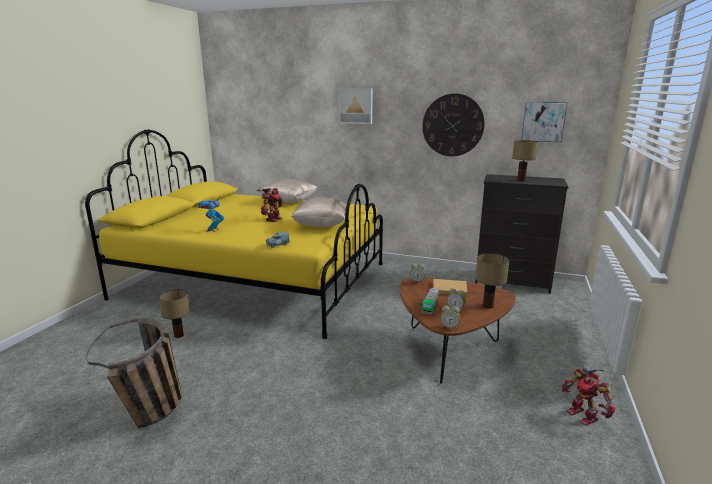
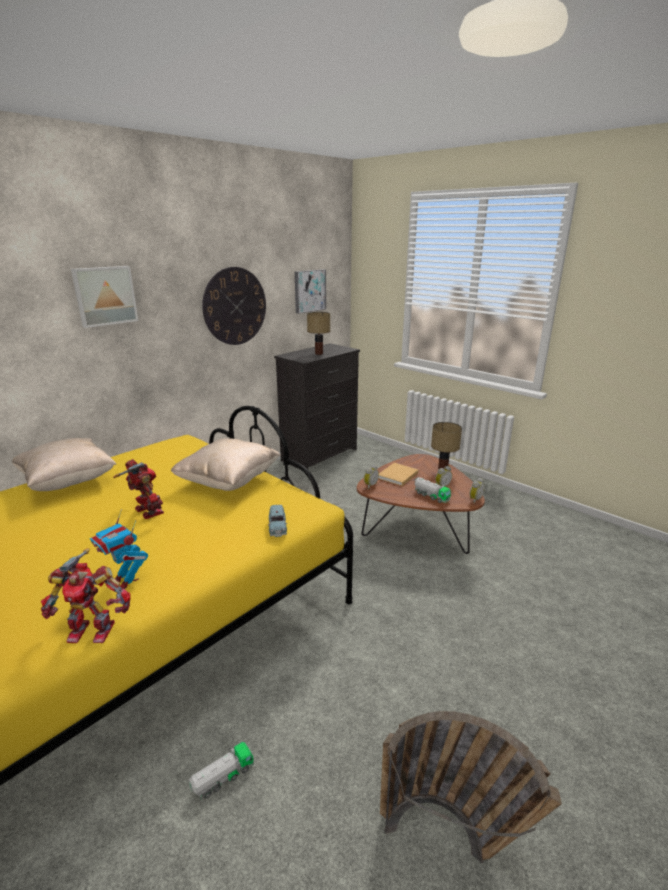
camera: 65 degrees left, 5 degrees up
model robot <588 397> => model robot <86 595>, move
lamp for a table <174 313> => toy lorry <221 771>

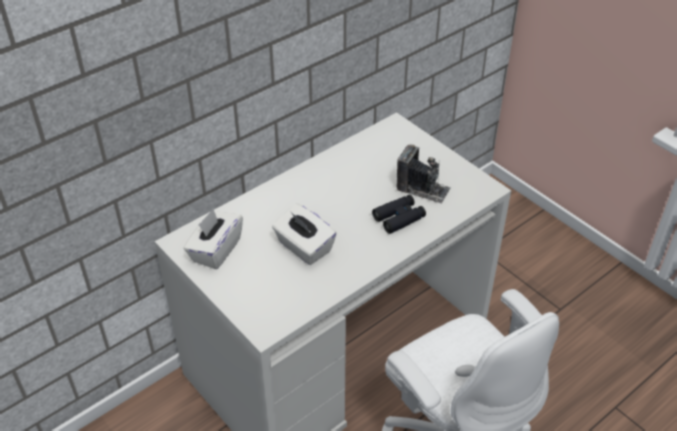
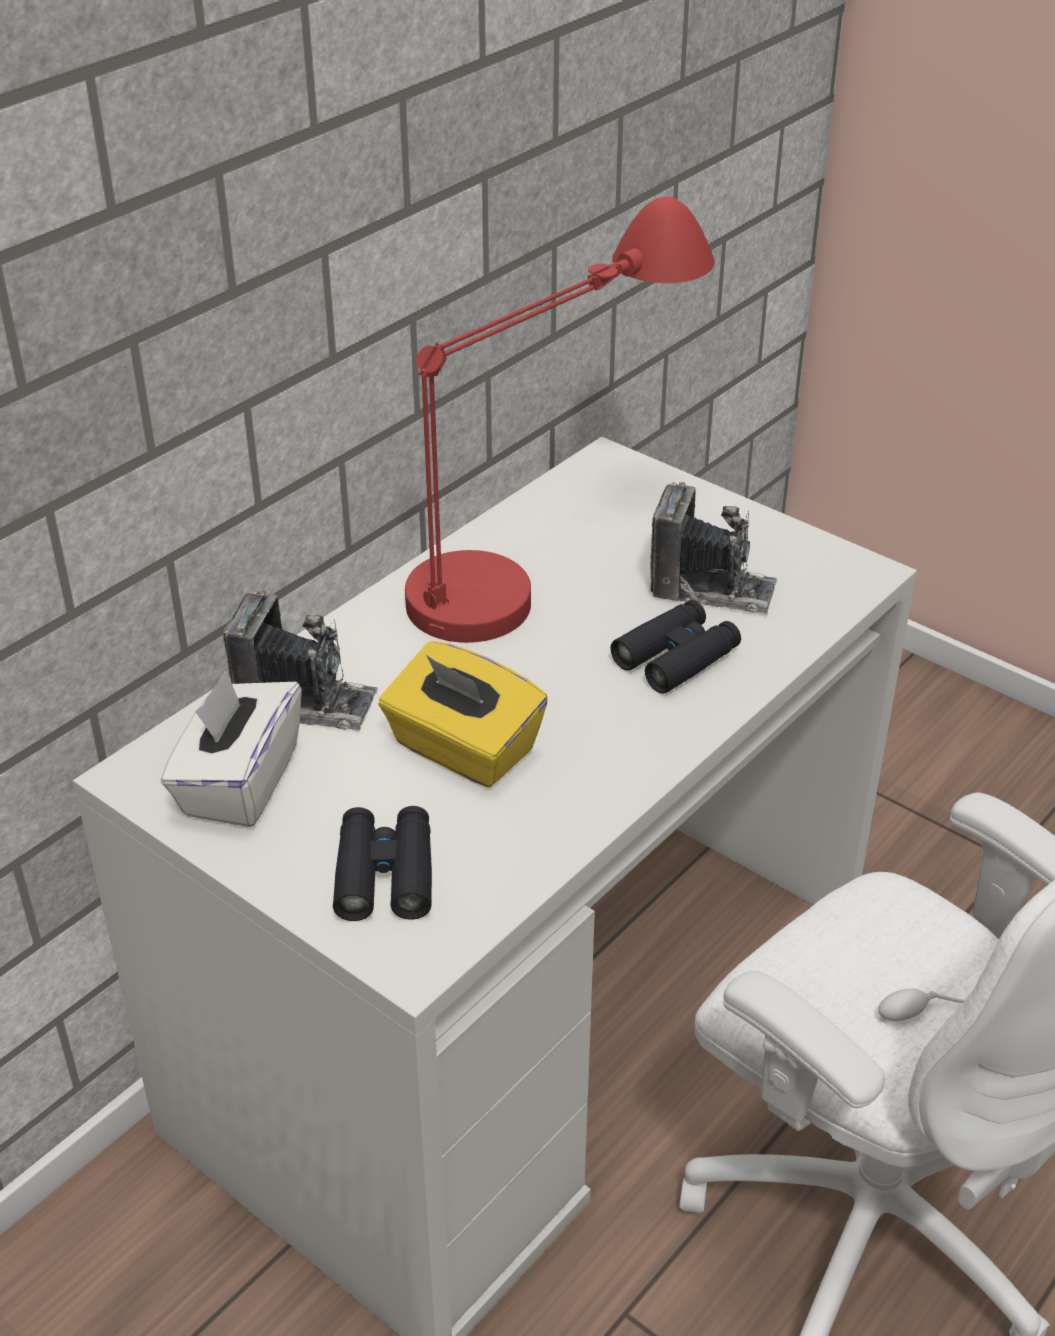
camera: 10 degrees left, 5 degrees down
nothing => photo camera <300 661>
nothing => black-coloured binoculars <382 863>
white box of tissues <304 234> => yellow-coloured box of tissues <463 714>
nothing => red lamp for a table <560 420>

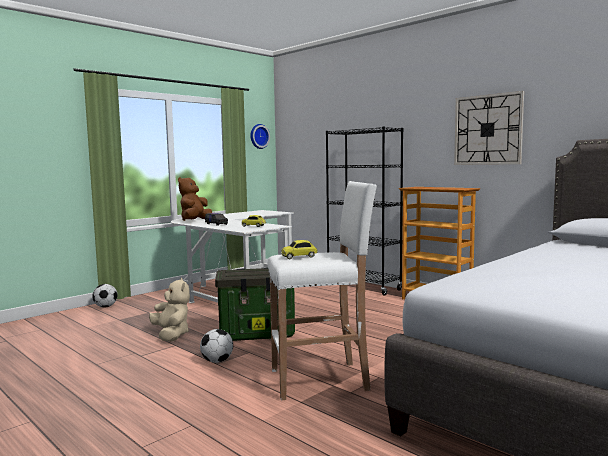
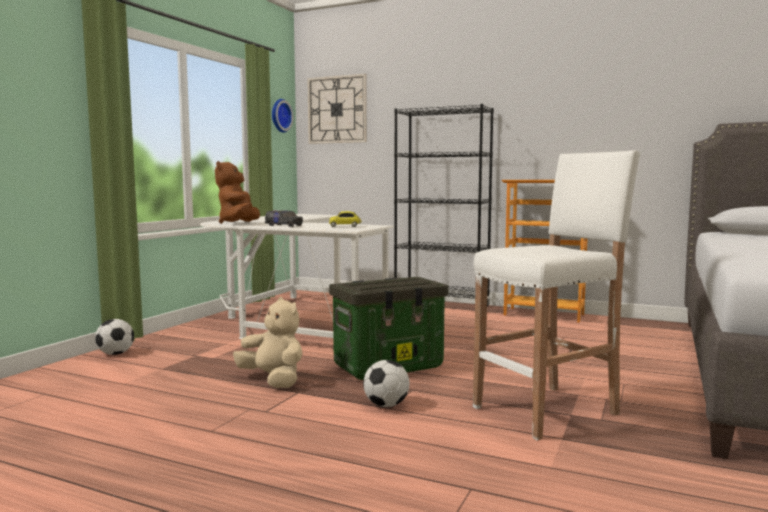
camera: 20 degrees left, 0 degrees up
wall clock <489 128> => wall clock <337 109>, move
miniature car <299 249> => nothing

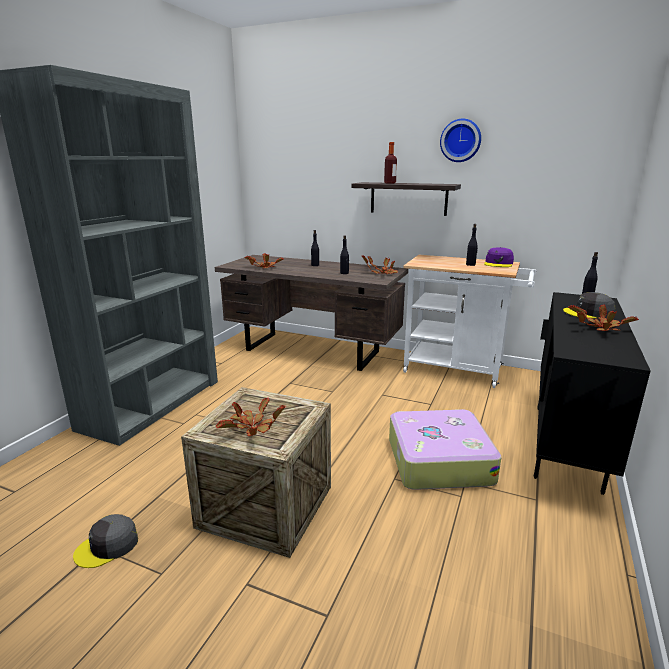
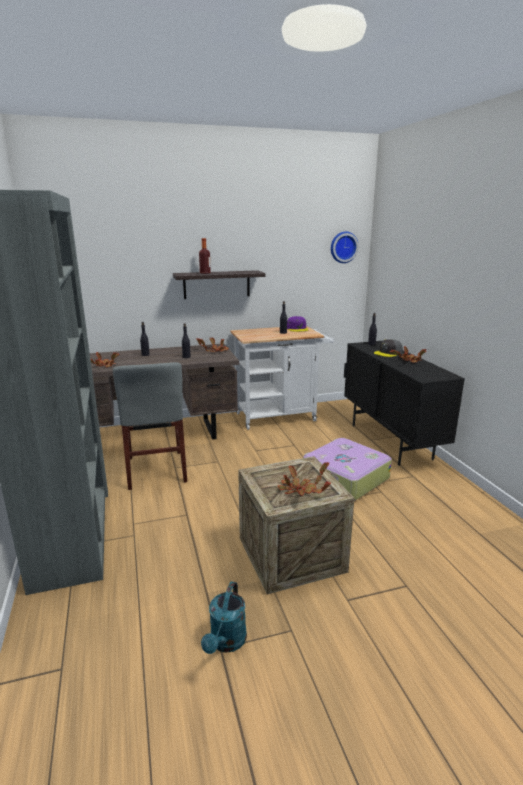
camera: 40 degrees left, 0 degrees up
nothing => grey chair <150 426>
grey peaked cap <105 541> => turquoise-coloured sprinkling can <224 617>
wall clock <460 140> => wall clock <345 247>, move

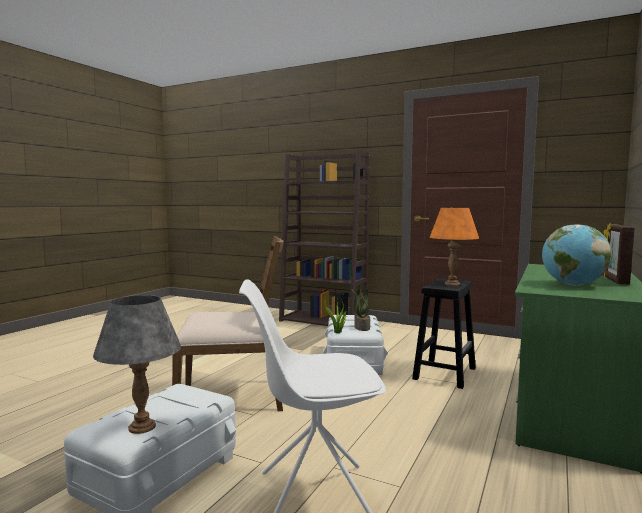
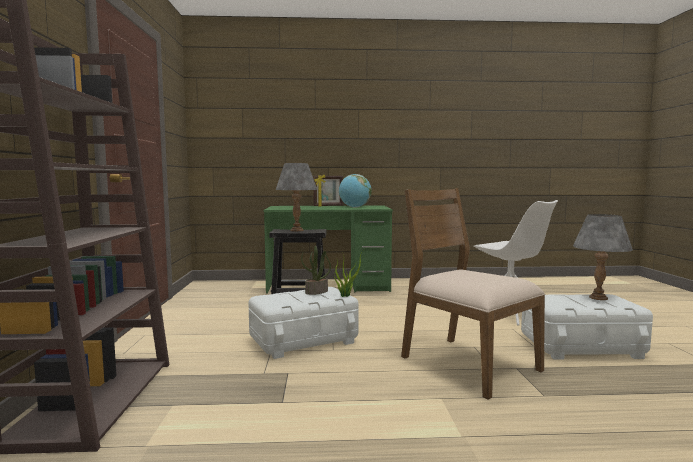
camera: 120 degrees left, 0 degrees up
orange-coloured lamp for a table <454 247> => grey lamp for a table <296 197>

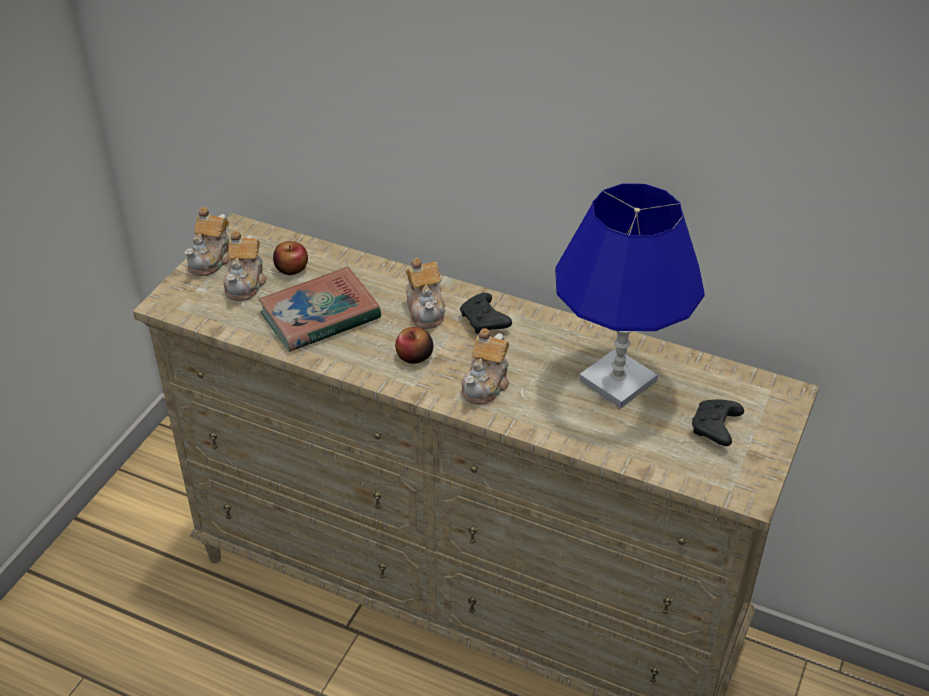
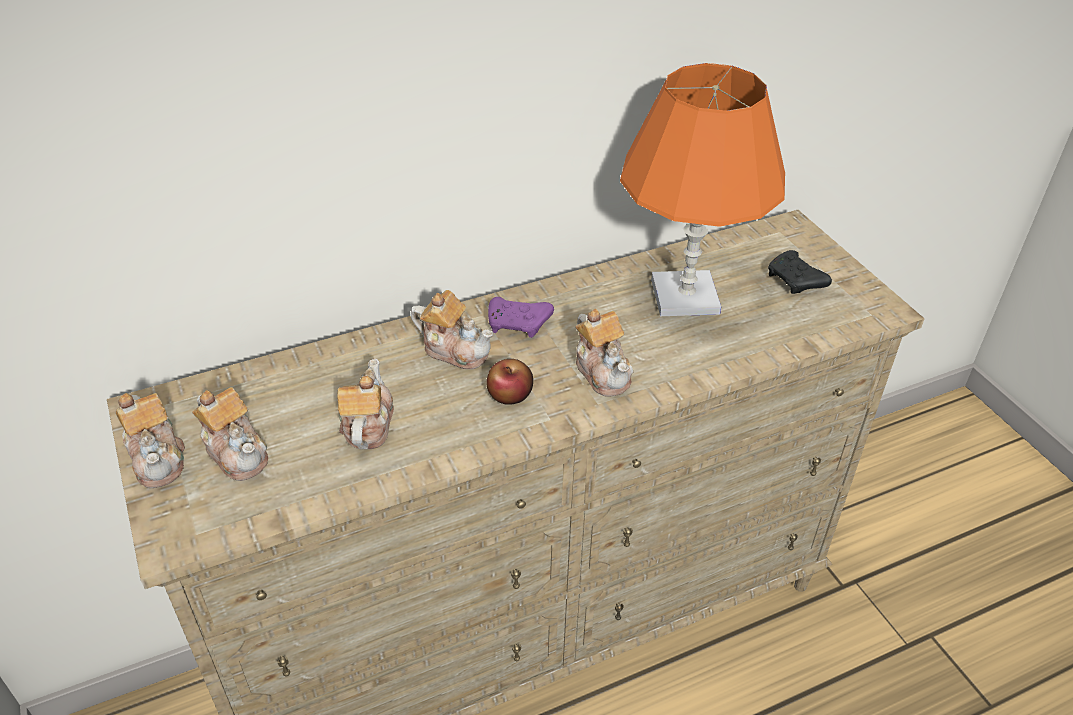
camera: 50 degrees left, 0 degrees up
bound book <320 309> => pot for tea <365 404>
black-coloured game controller <486 313> => purplish game controller <521 317>
bluish lamp for a table <630 295> => orange-coloured lamp for a table <702 189>
whole apple <290 258> => nothing

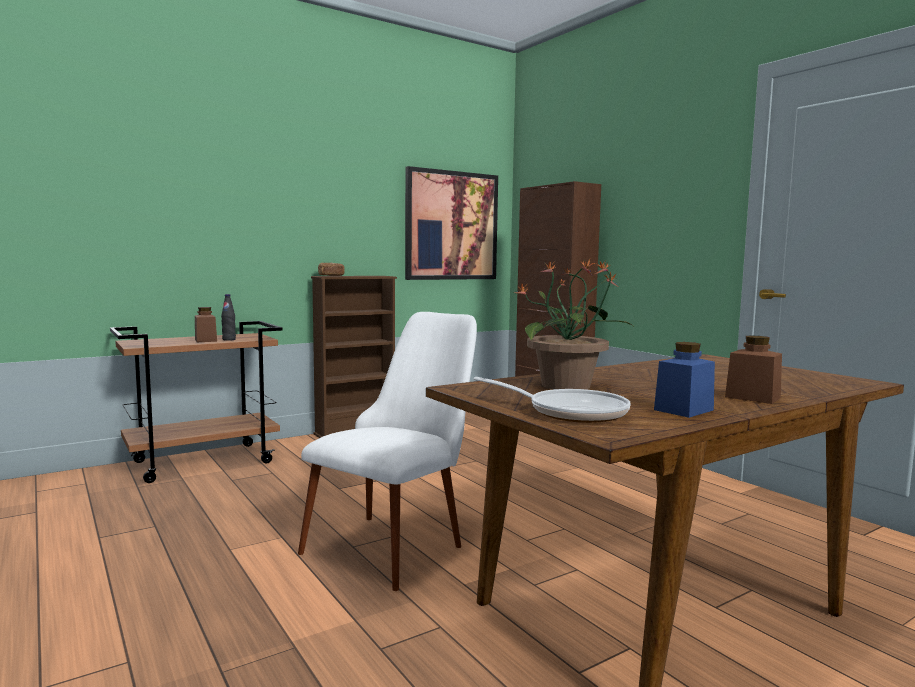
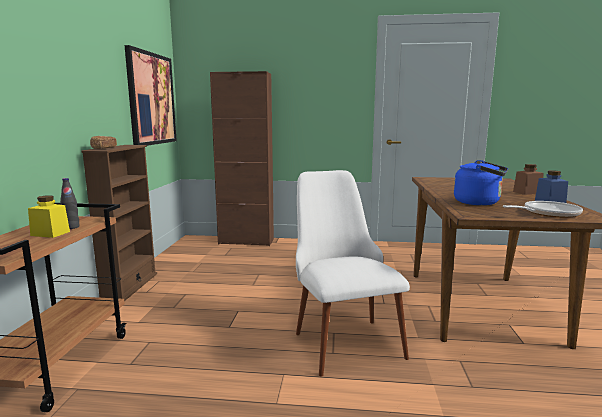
camera: 50 degrees left, 5 degrees up
brown preserve jar <206 324> => yellow-coloured preserve jar <49 216>
plant in a pot <574 324> => bluish water kettle <481 182>

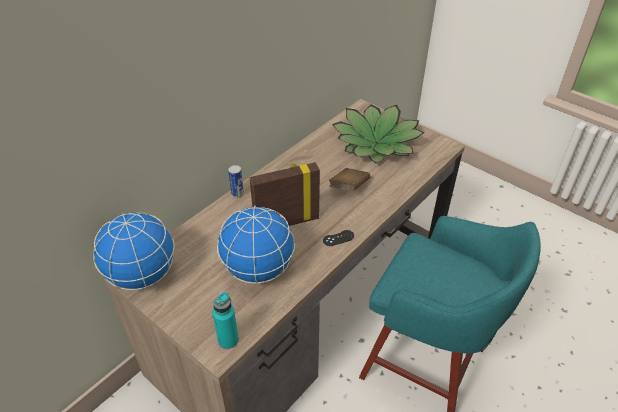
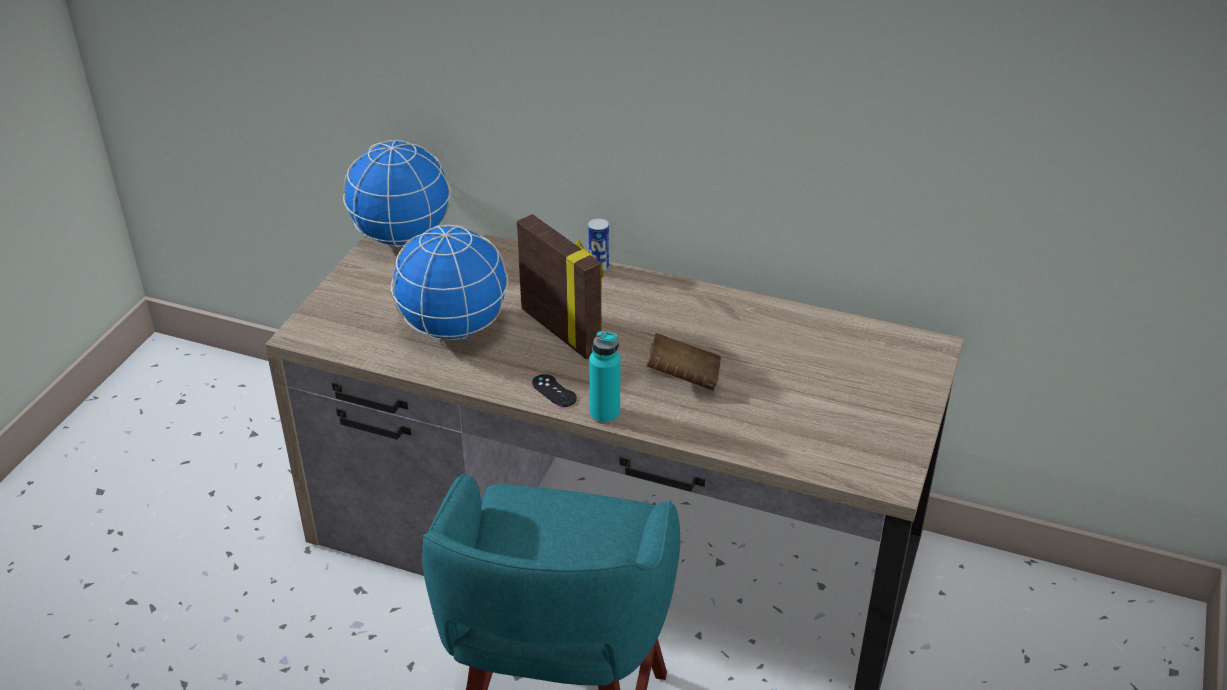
camera: 70 degrees right, 5 degrees down
turquoise-coloured beverage bottle <225 320> => turquoise-coloured beverage bottle <604 377>, move
plant in a pot <378 134> => nothing

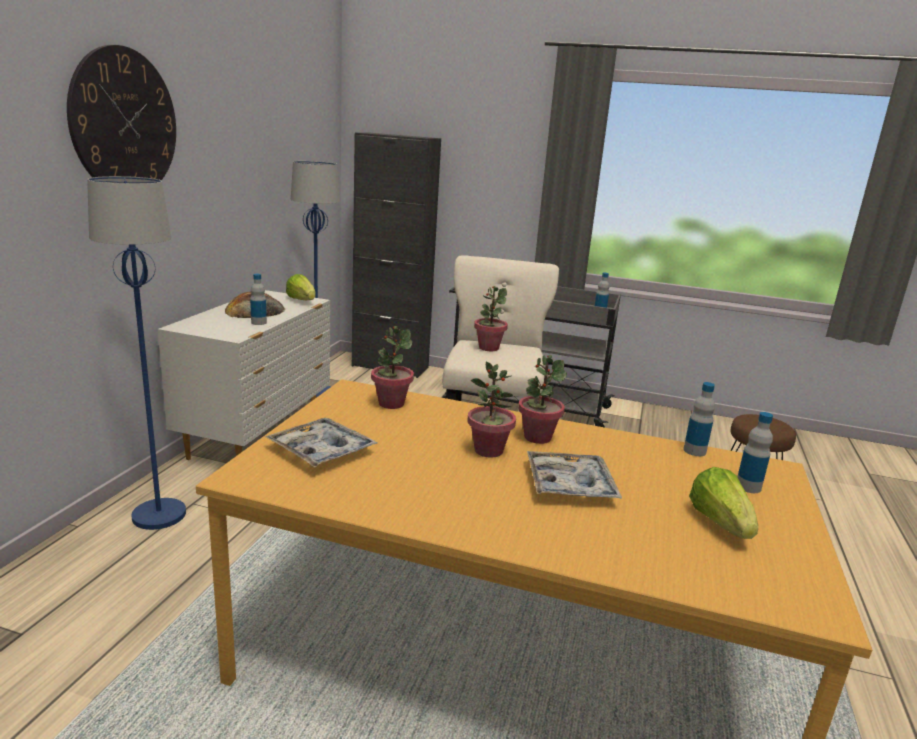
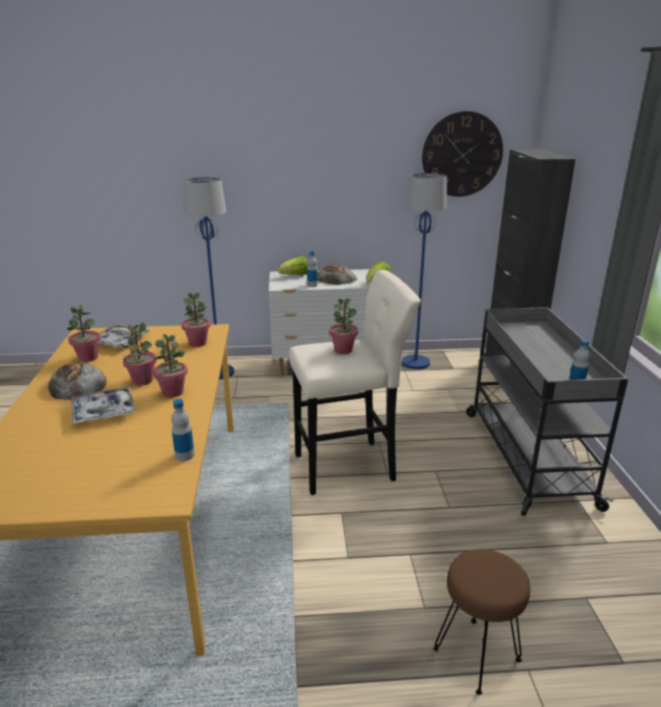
camera: 70 degrees right, 5 degrees up
nothing => bread <77 381>
nothing => plant in a pot <84 332>
lettuce <724 503> => lettuce <293 265>, move
wall clock <121 112> => wall clock <462 154>, move
beverage bottle <755 452> => nothing

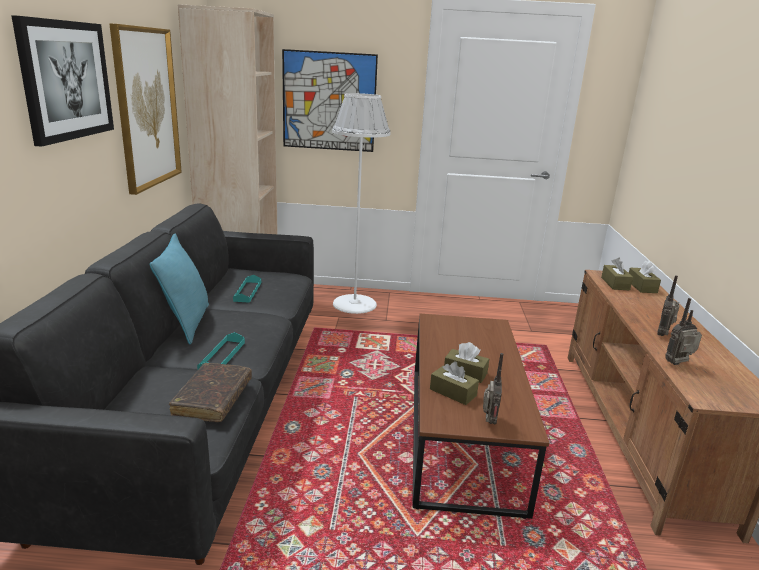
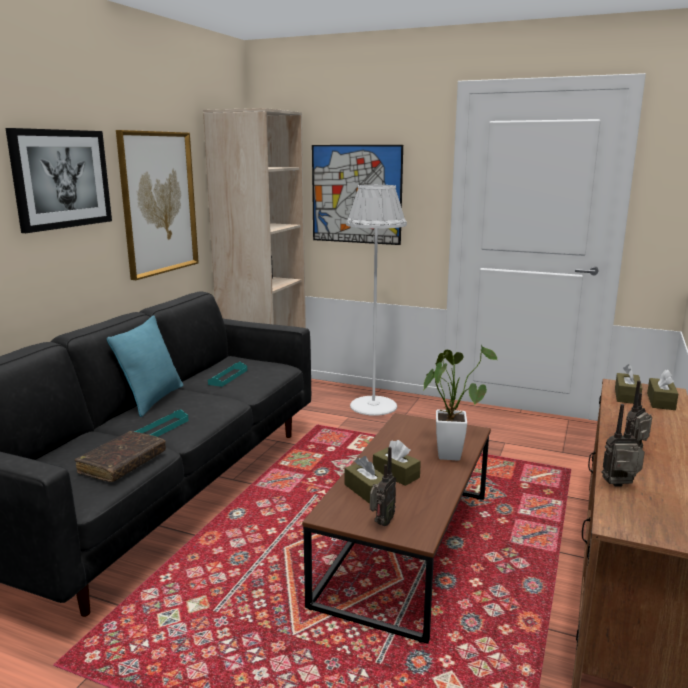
camera: 20 degrees right, 5 degrees down
nothing => plant in a pot <460 403>

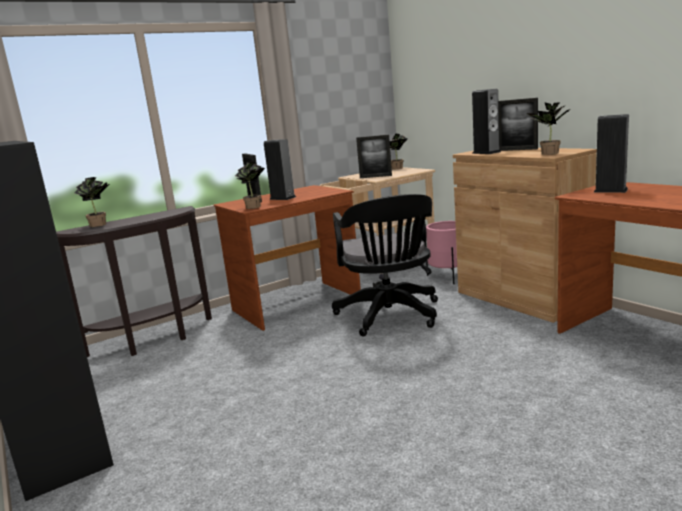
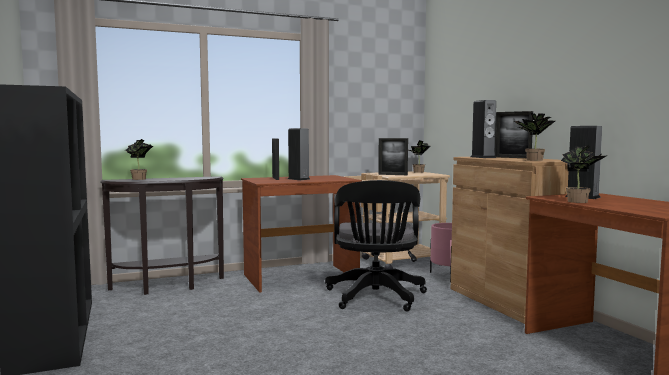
camera: 10 degrees right, 10 degrees down
plant in a pot <250 185> => plant in a pot <583 174>, move

